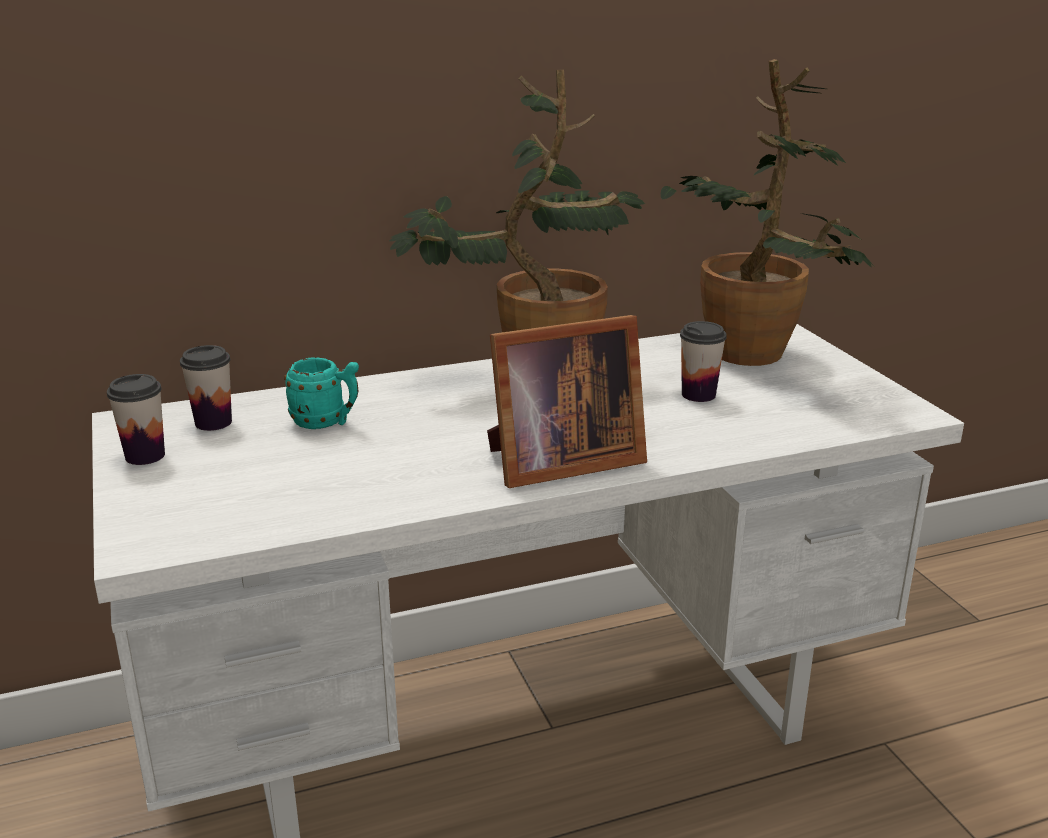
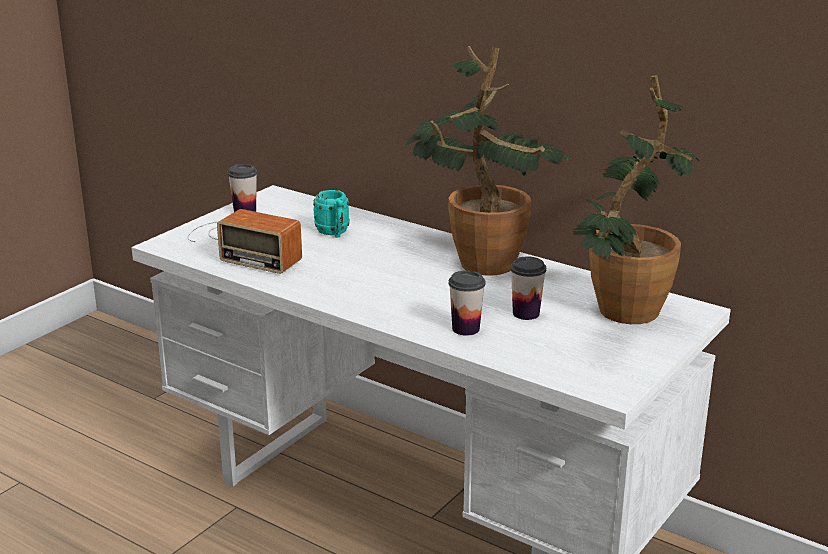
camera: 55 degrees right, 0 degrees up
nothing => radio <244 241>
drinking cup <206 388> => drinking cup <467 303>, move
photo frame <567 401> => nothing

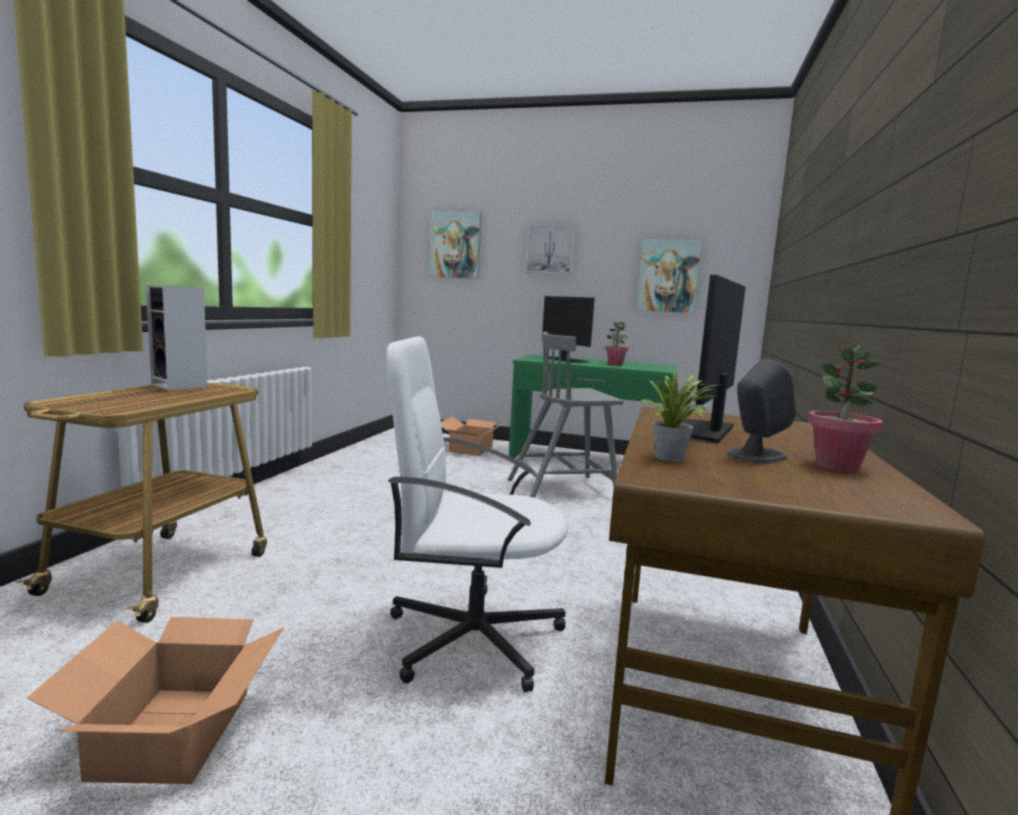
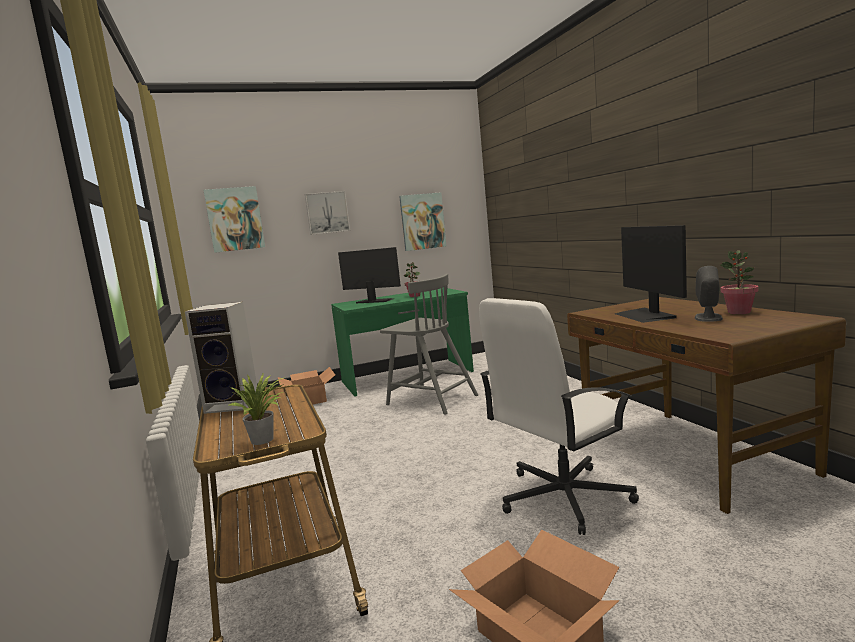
camera: 35 degrees left, 0 degrees up
plant in a pot <678 415> => plant in a pot <256 409>, move
grey chair <566 415> => grey chair <429 344>, 90 degrees counterclockwise

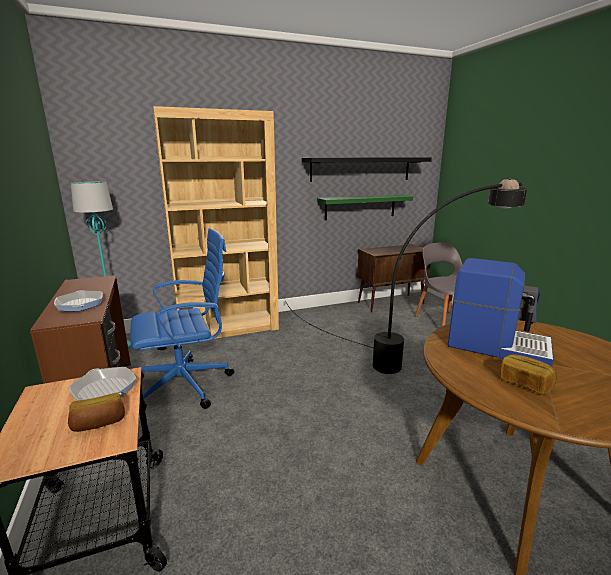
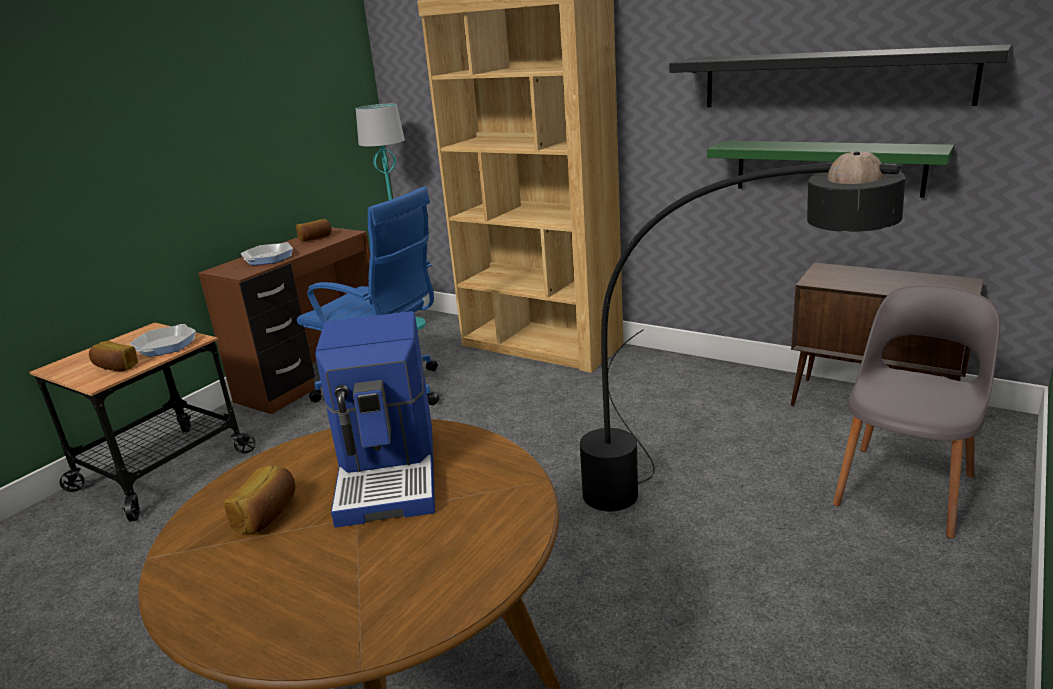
camera: 55 degrees right, 5 degrees up
nothing => bread <314 230>

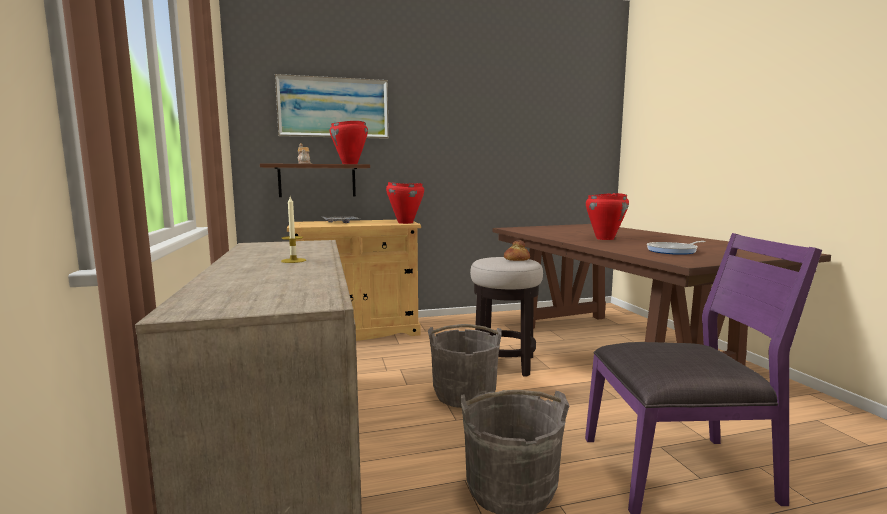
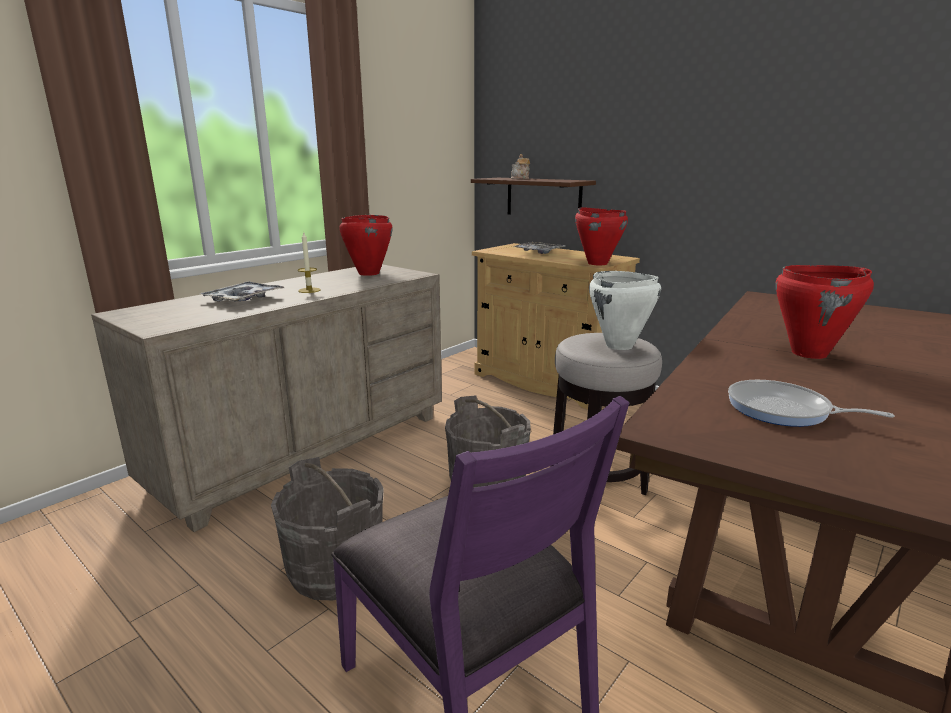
camera: 55 degrees right, 10 degrees up
nothing => carrying tray <241 291>
red saucepot <349 142> => red saucepot <366 245>, move
bread <517 250> => white saucepot <625 310>
picture <332 106> => nothing

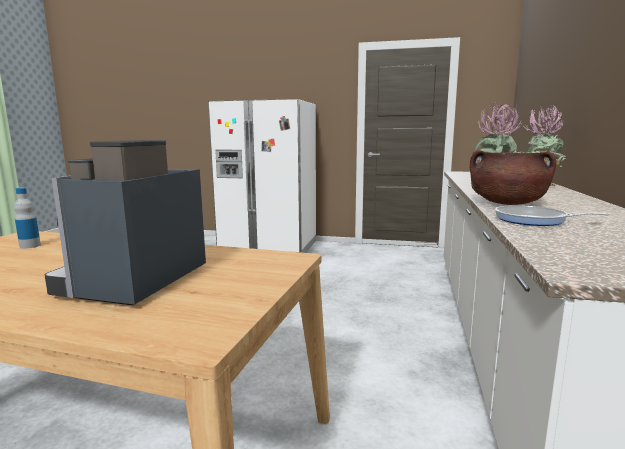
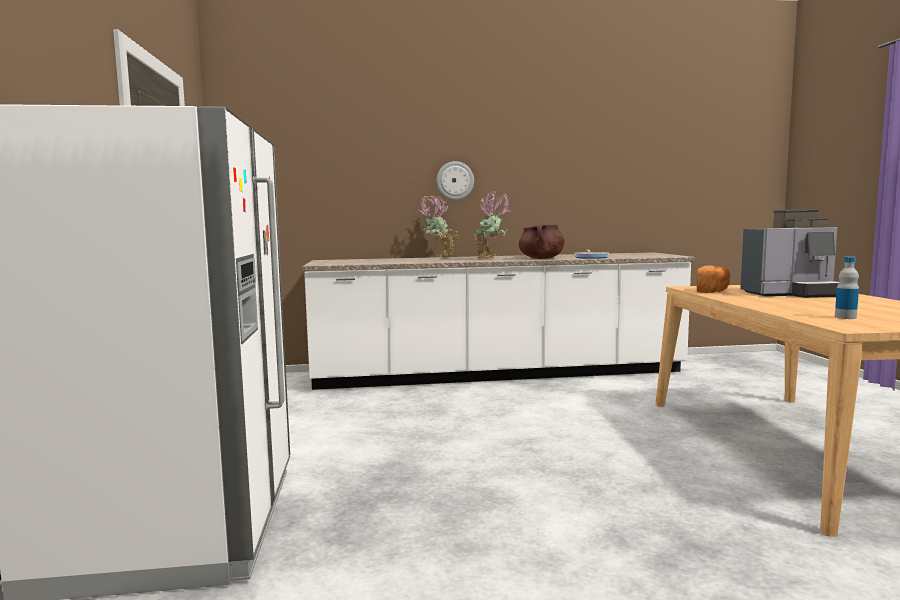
camera: 110 degrees left, 5 degrees down
nothing => wall clock <455 180>
nothing => bread <713 279>

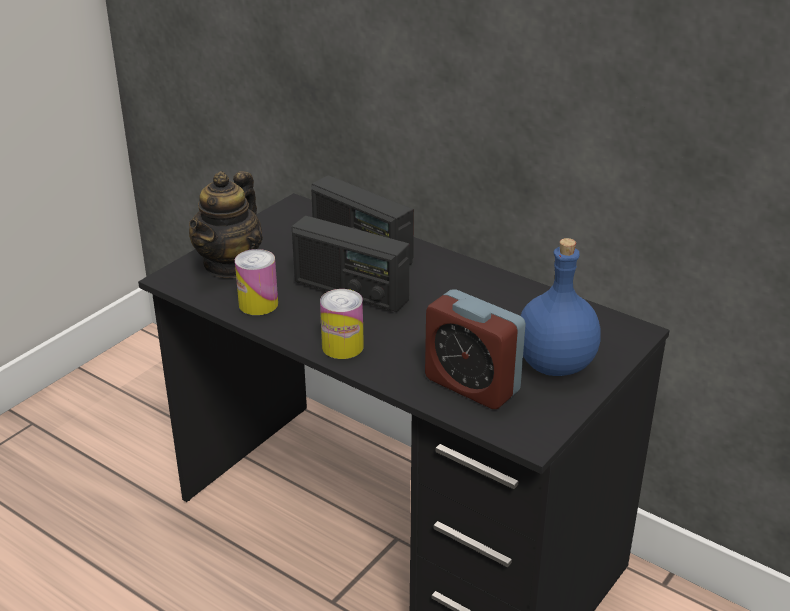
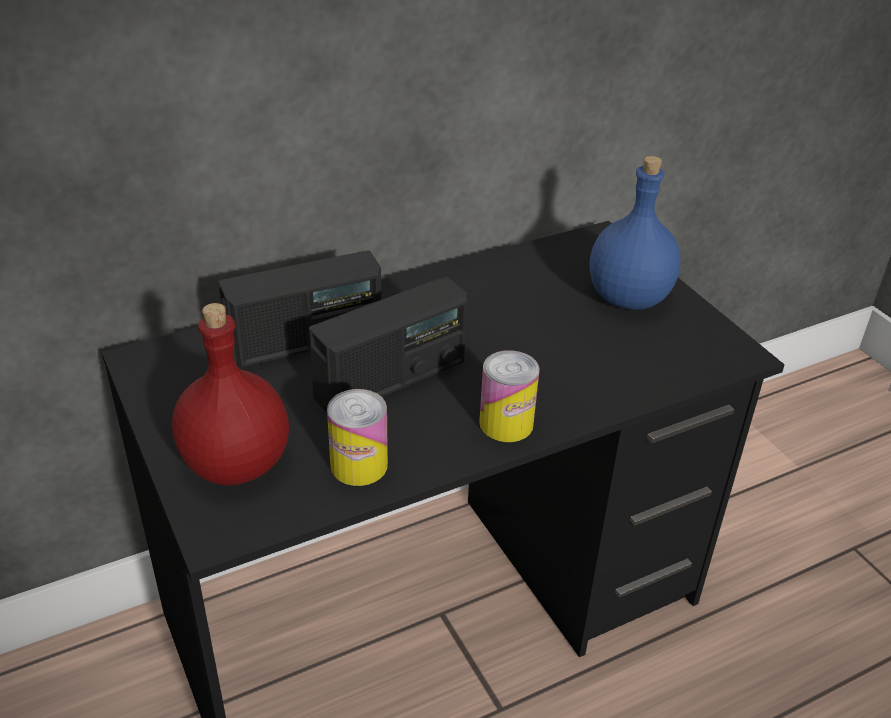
camera: 65 degrees left, 5 degrees up
pot for tea <226 224> => red beverage bottle <230 394>
table clock <475 349> => nothing

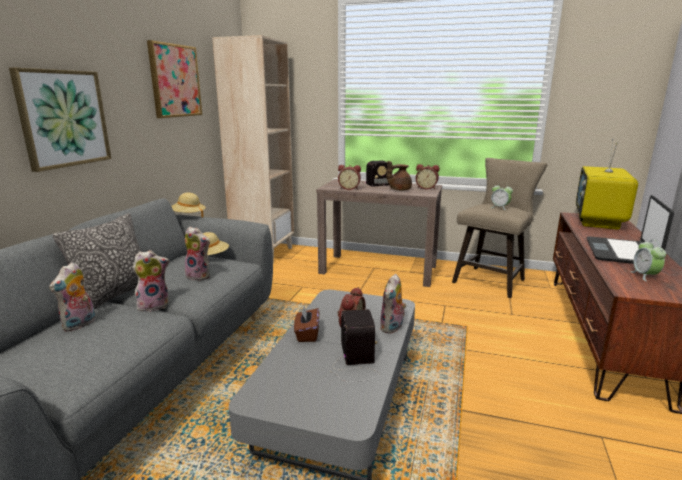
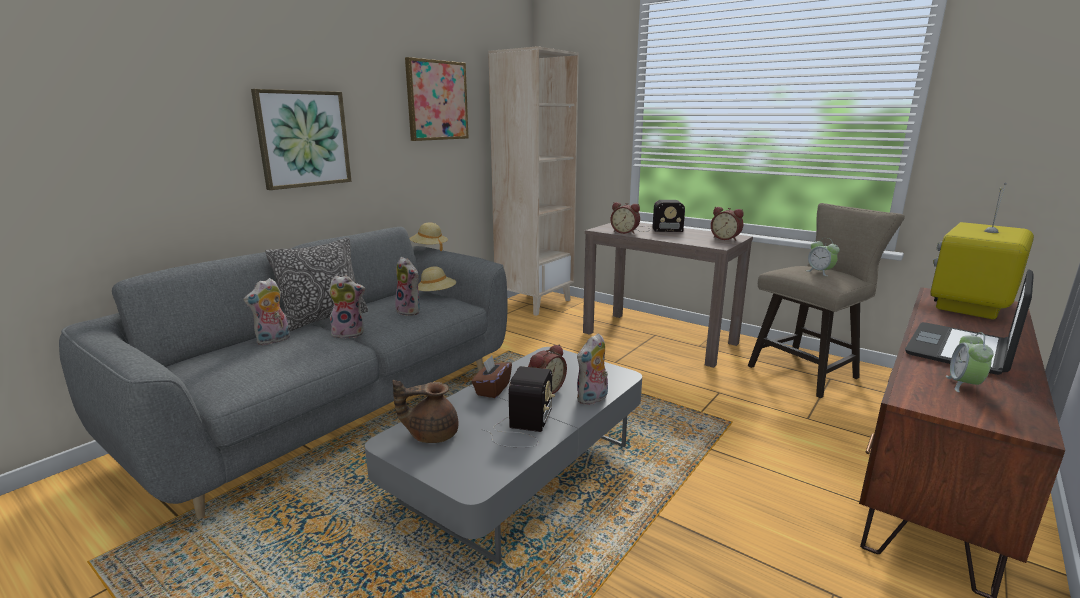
camera: 20 degrees right, 0 degrees up
brown pot for tea <399 176> => brown pot for tea <425 411>, move

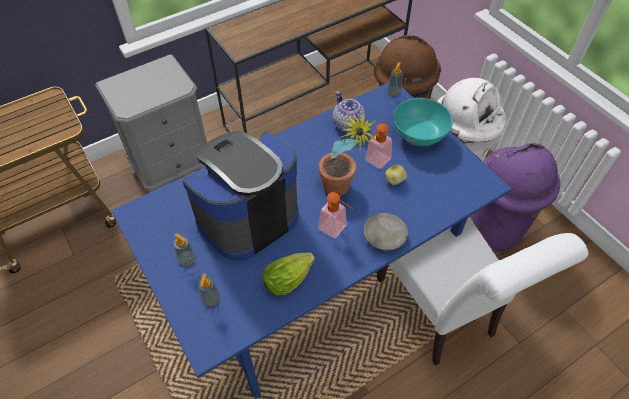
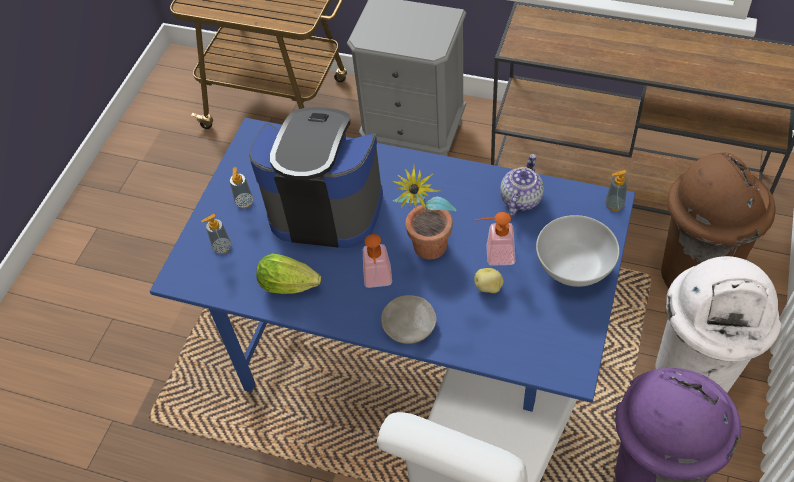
camera: 55 degrees right, 0 degrees up
turquoise-coloured deep dish <423 122> => white deep dish <578 251>

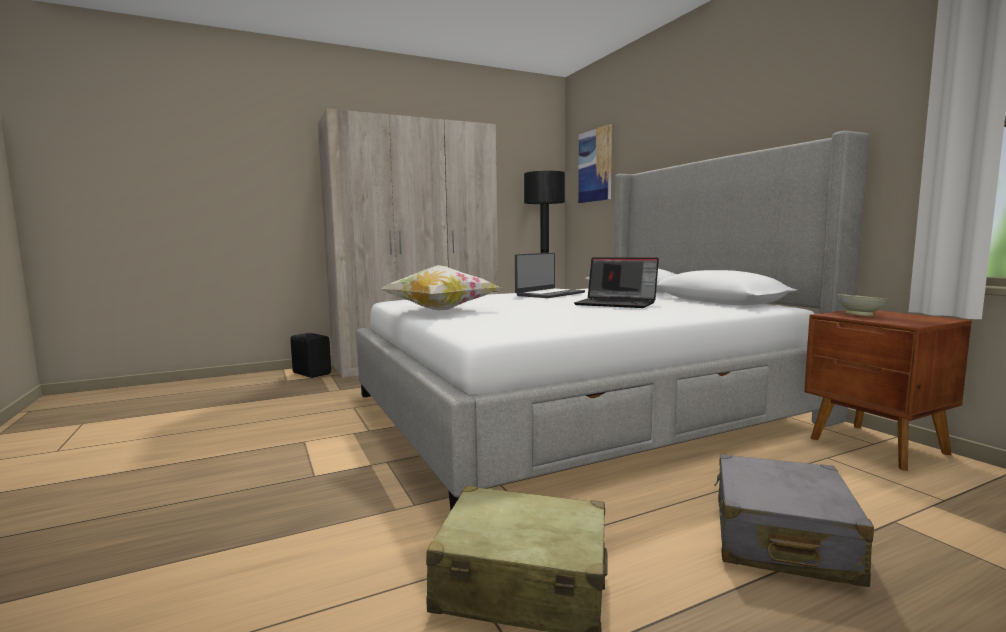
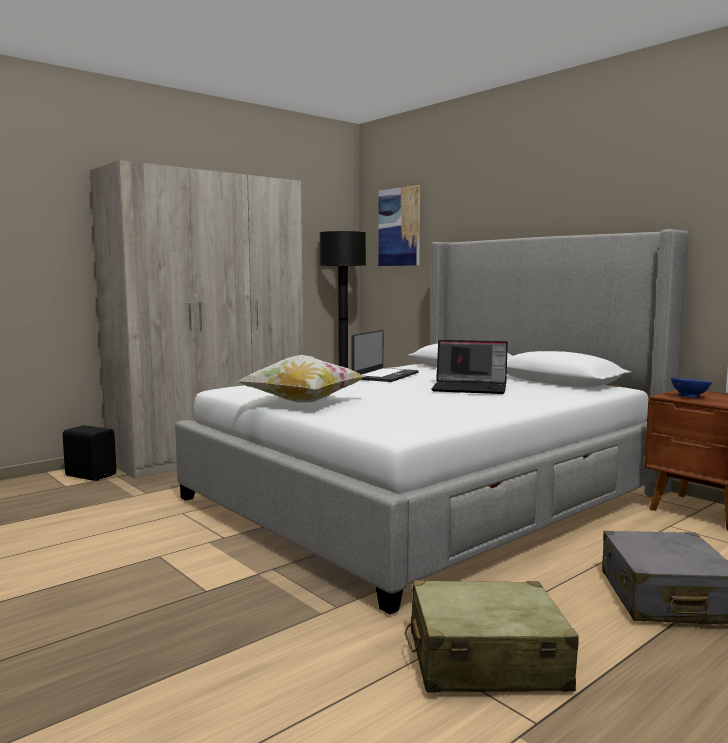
camera: 15 degrees left, 0 degrees up
beige deep dish <862 305> => bluish deep dish <691 387>

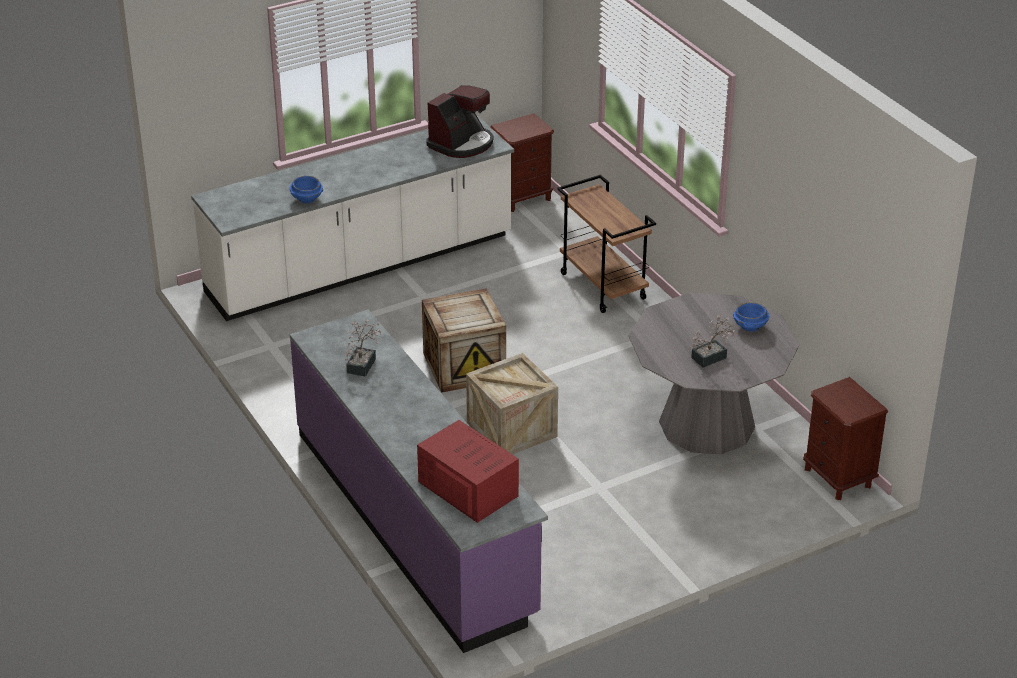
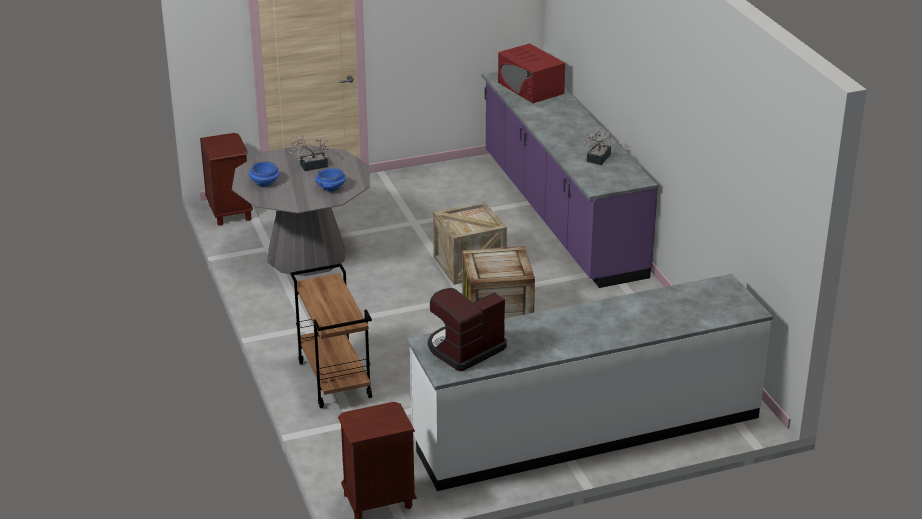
camera: 170 degrees left, 5 degrees down
bluish deep dish <306 189> => bluish deep dish <330 180>, move

